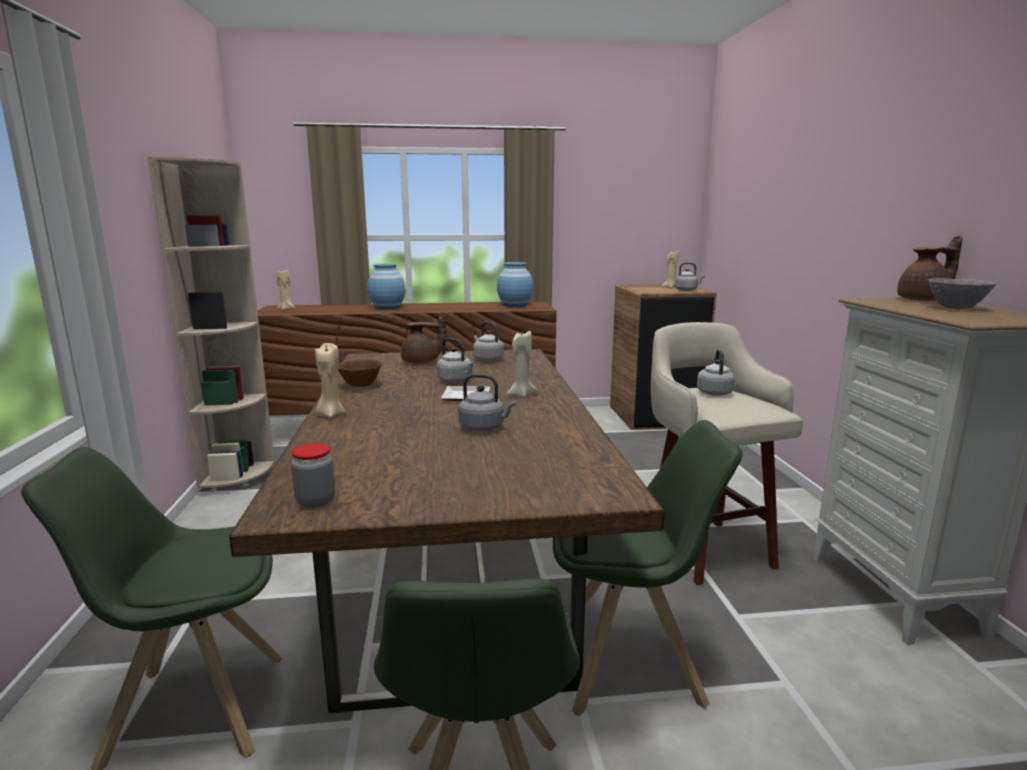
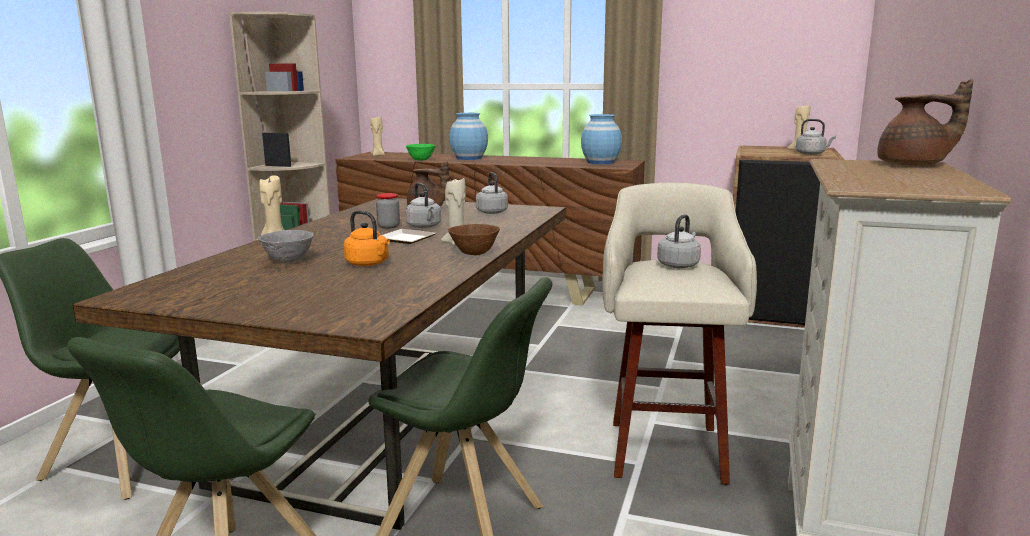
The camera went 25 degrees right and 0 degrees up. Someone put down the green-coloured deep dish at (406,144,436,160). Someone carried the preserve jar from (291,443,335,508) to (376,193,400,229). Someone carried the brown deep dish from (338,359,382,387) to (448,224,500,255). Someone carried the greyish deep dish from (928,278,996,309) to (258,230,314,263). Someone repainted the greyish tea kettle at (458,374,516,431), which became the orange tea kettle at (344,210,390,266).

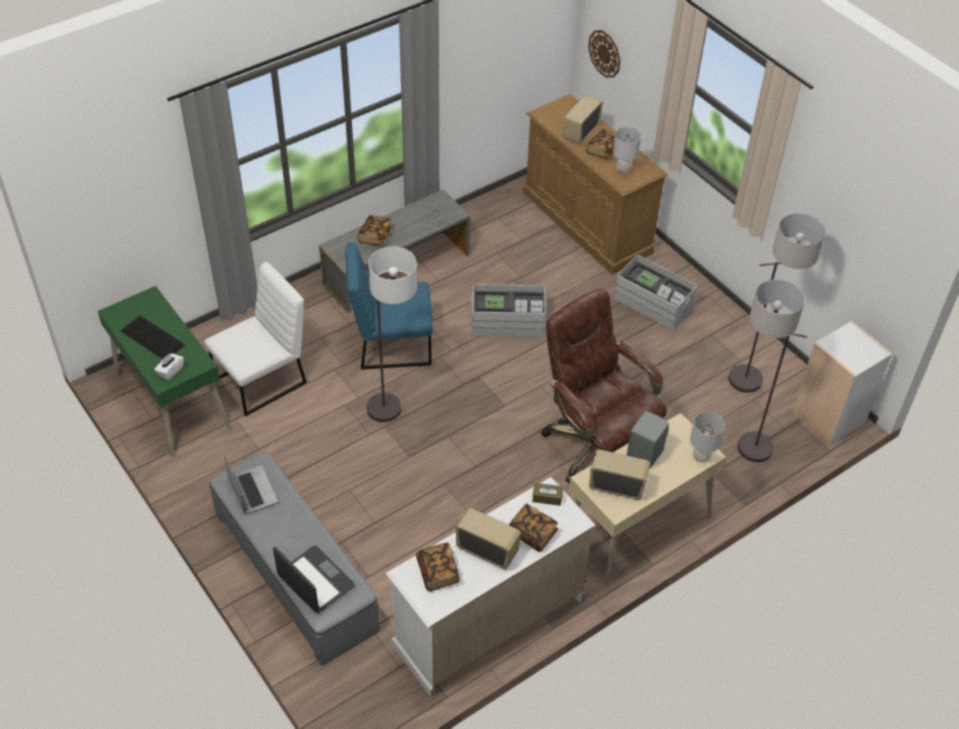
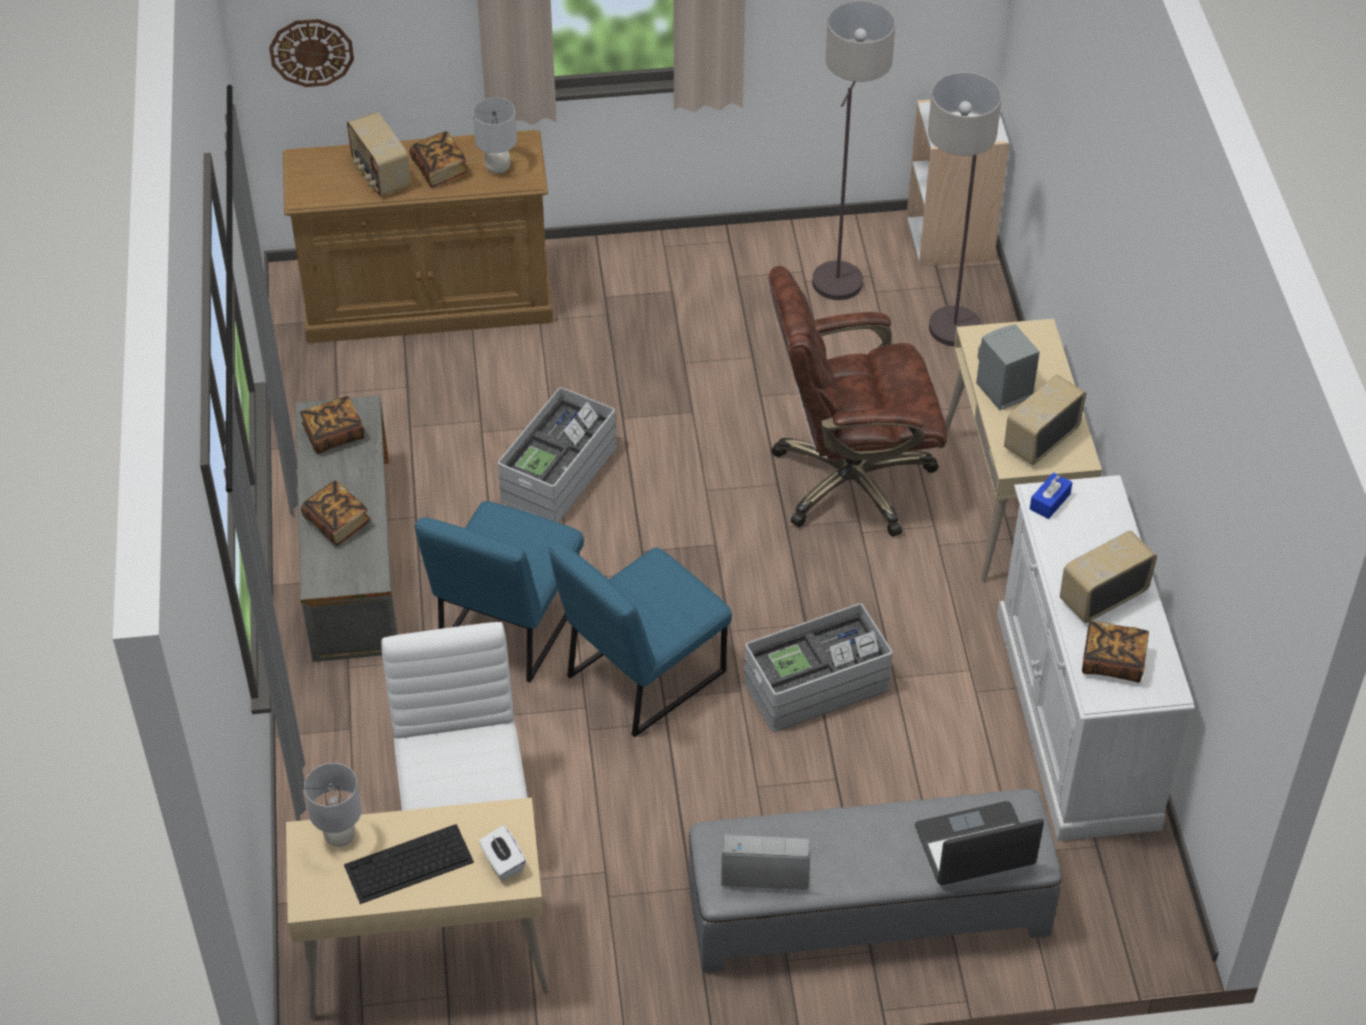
The camera went 60 degrees left and 0 degrees up. Someone carried the volume from (509,503,558,552) to (300,396,364,454). Someone carried the greyish storage container from (614,255,697,330) to (743,603,892,732). Someone carried the greyish table lamp from (690,412,725,462) to (304,763,362,847). Someone swapped the whitish standard lamp at (361,246,417,422) for the blue upright chair at (549,542,732,737). Someone repainted the green-coloured desk unit at (98,286,230,457), which became the beige desk unit at (286,798,549,1019). Someone repainted the brown box of tissues at (532,483,563,506), which became the blue box of tissues at (1030,472,1072,519).

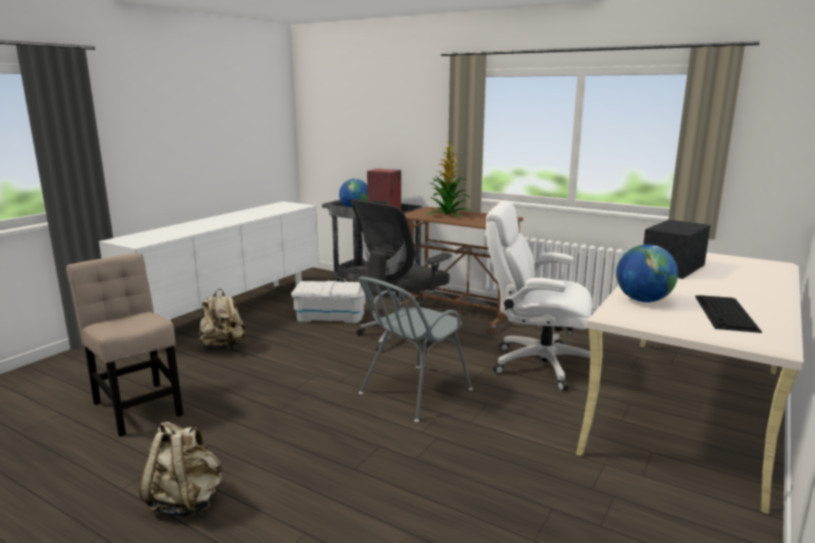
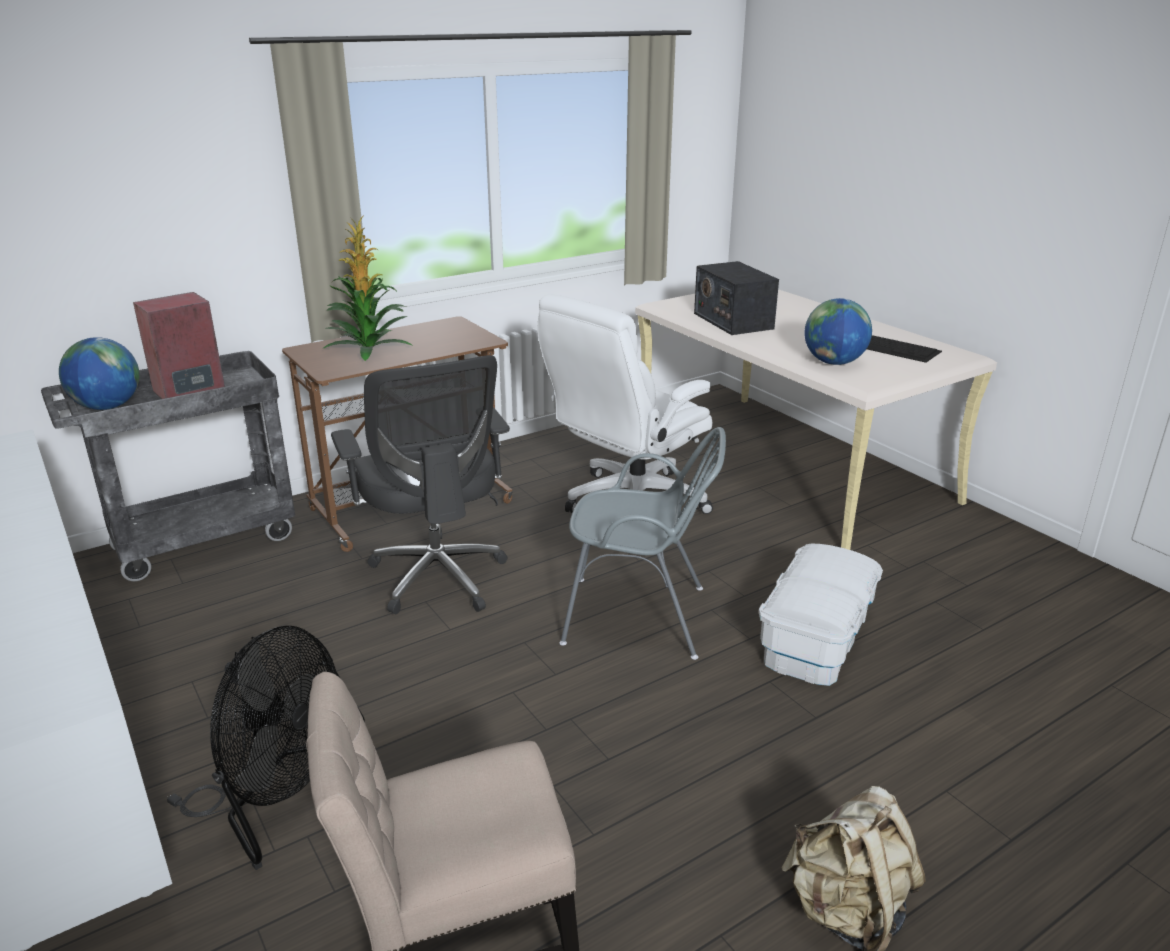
The camera went 65 degrees left and 10 degrees up. Someone carried the whitish storage container from (291,281,366,323) to (759,544,883,686). Someone swapped the beige backpack at (196,289,246,350) for the black cooling fan at (167,626,365,870). Someone rotated the greyish upright chair at (359,277,473,422) by 60 degrees counterclockwise.

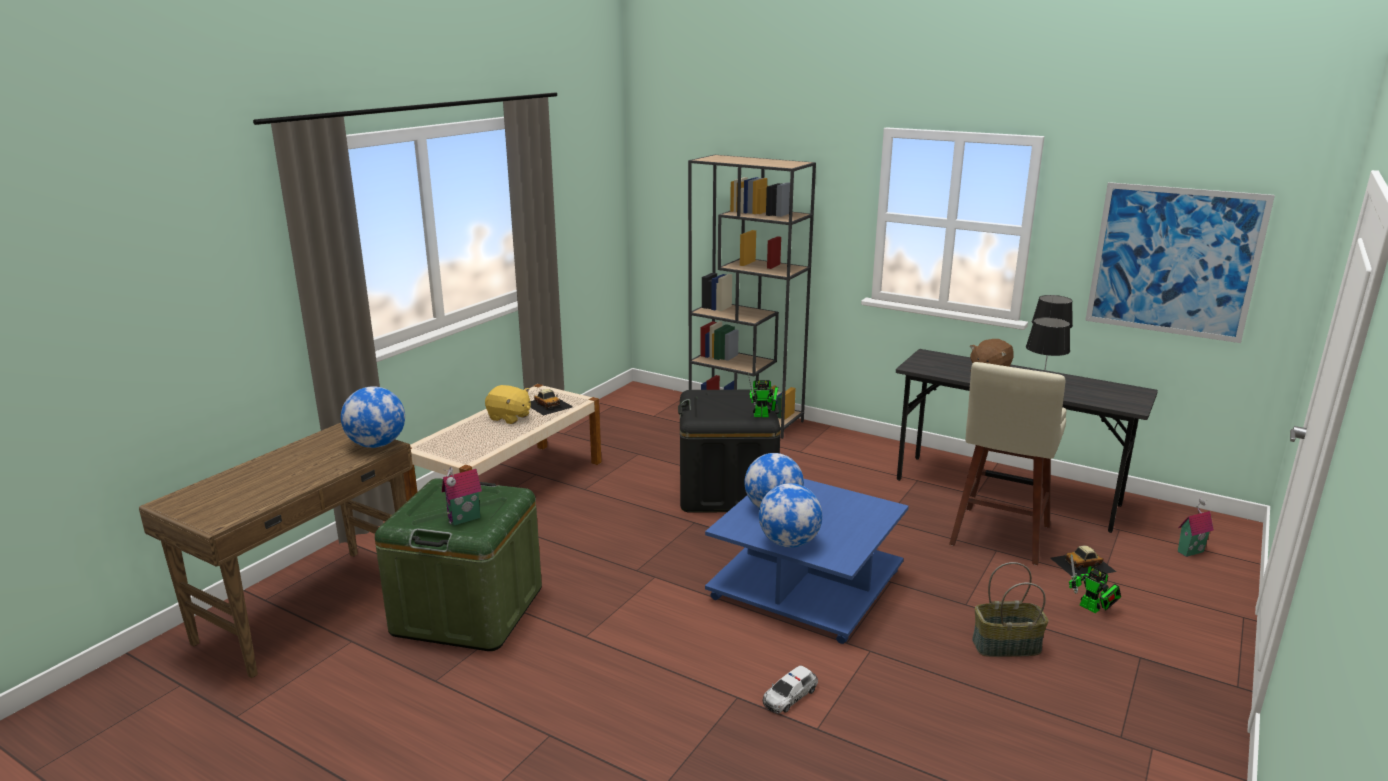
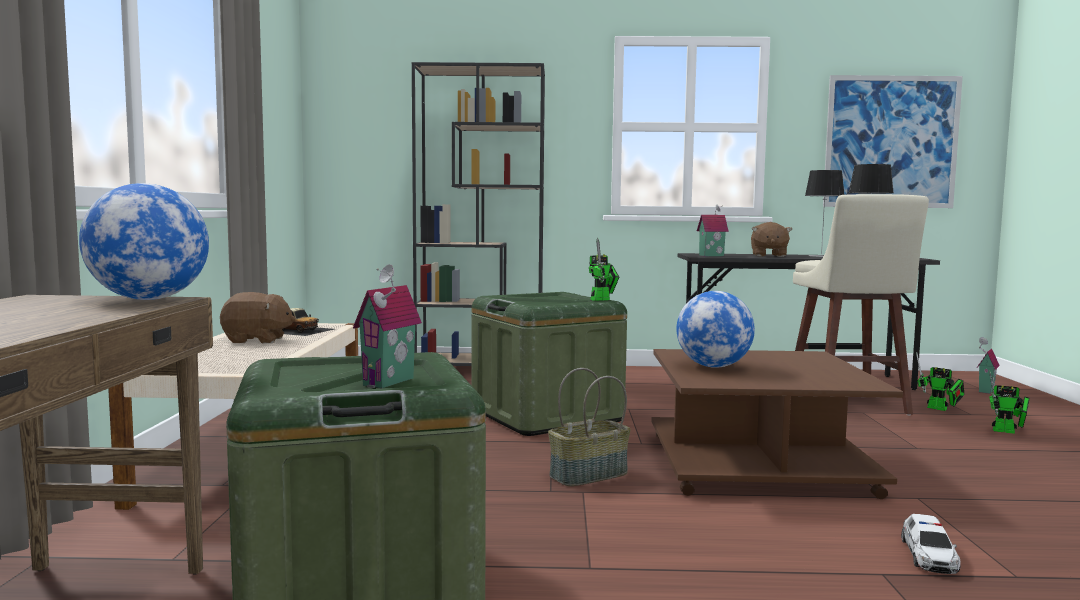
The camera went 30 degrees left and 15 degrees down. Someone took away the desk globe at (759,483,822,548). Someone put down the model house at (697,204,729,256). Someone carried the household basket from (972,562,1049,657) to (548,368,631,486). Someone swapped the model car at (1050,546,1116,577) for the toy robot at (916,352,964,411). Someone repainted the yellowish plush toy at (485,385,531,424), which became the brown plush toy at (220,292,296,343). Someone repainted the black storage container at (678,390,781,513), which became the green-coloured storage container at (472,292,627,436). Someone repainted the blue lounge table at (705,479,909,644), which became the brown lounge table at (651,349,903,499).

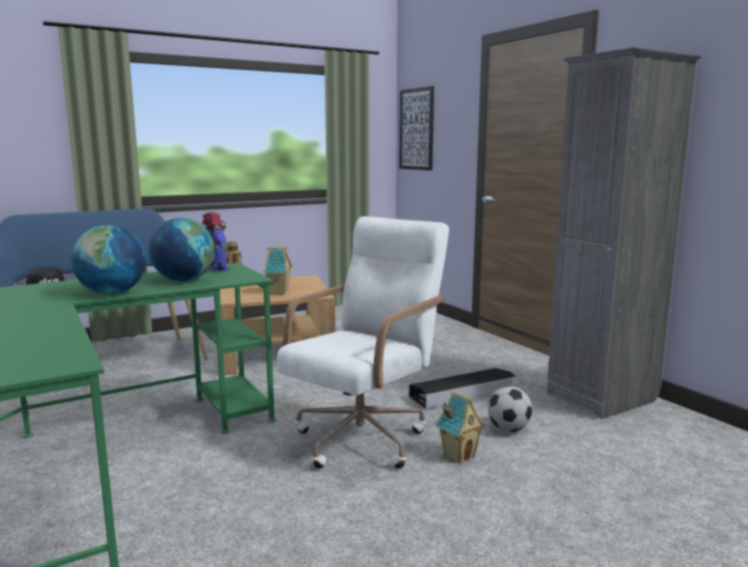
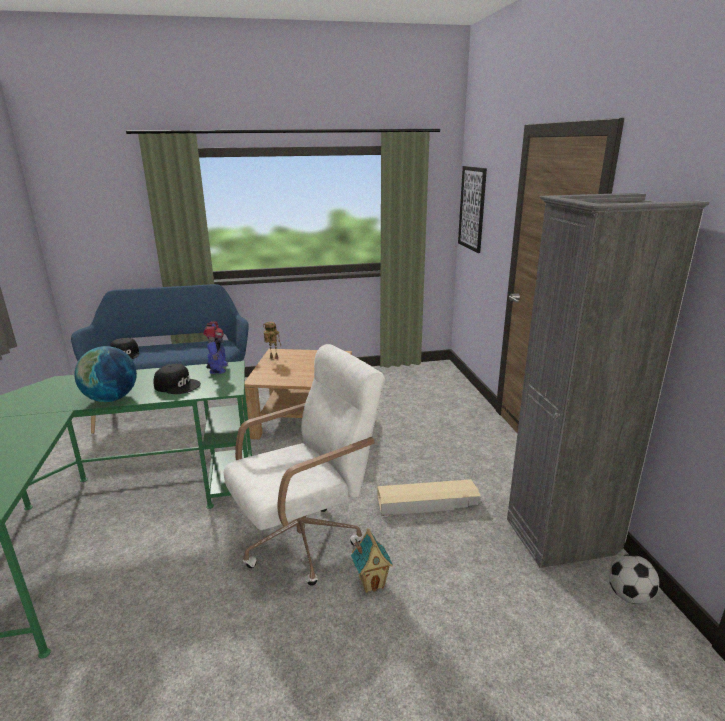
The camera went 20 degrees right and 10 degrees up. Someone took away the model house at (263,246,292,294). Someone carried the ball for football from (488,386,532,432) to (608,554,659,604). Someone swapped the desk globe at (149,218,215,281) for the black baseball cap at (153,364,201,394). Someone repainted the black storage container at (409,368,515,409), which became the beige storage container at (377,479,480,516).

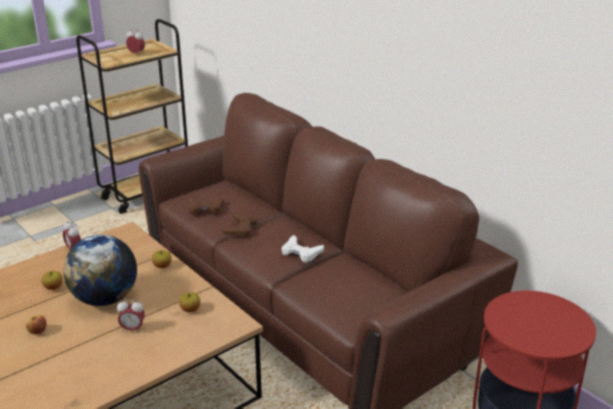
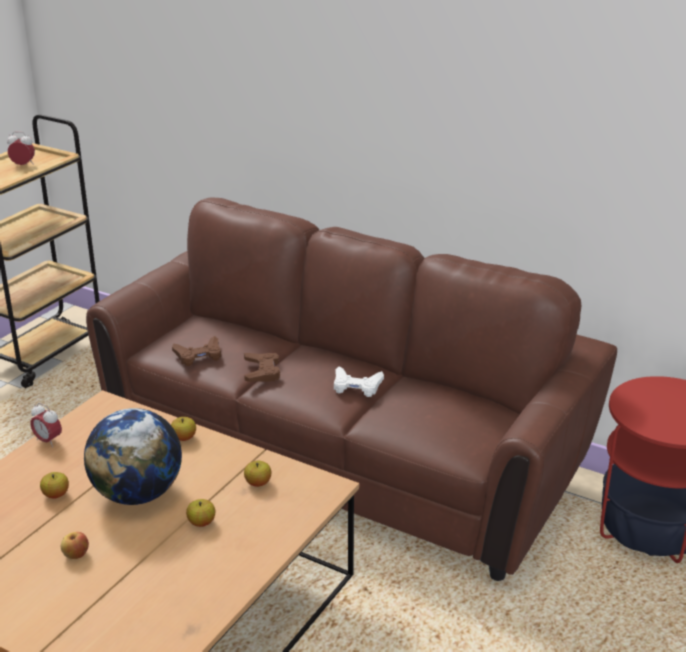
The camera went 20 degrees left and 0 degrees up. Someone swapped the table clock at (117,299,145,332) for the apple at (186,499,215,527).

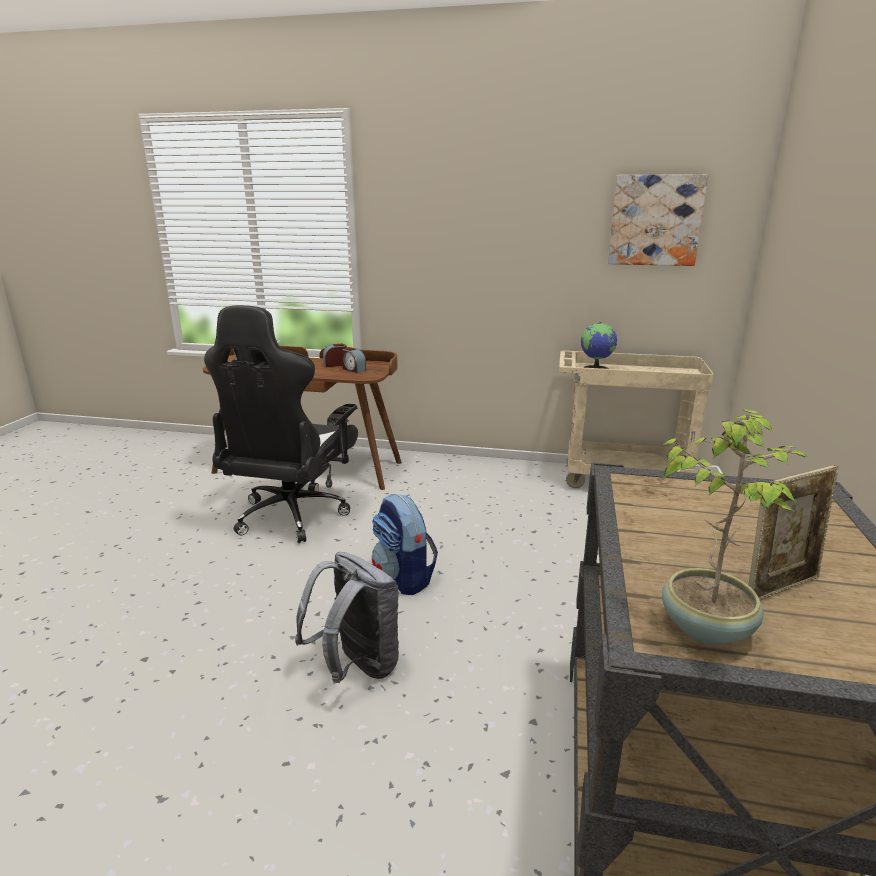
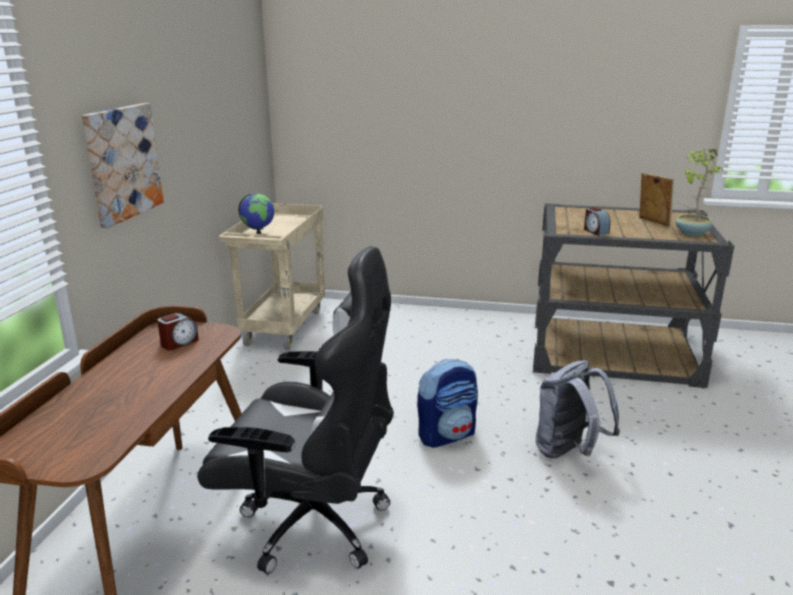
The camera went 90 degrees left and 0 degrees up. Someone carried the table clock from (323,343,347,367) to (584,207,611,236). Someone carried the picture from (608,174,708,266) to (82,103,164,228).

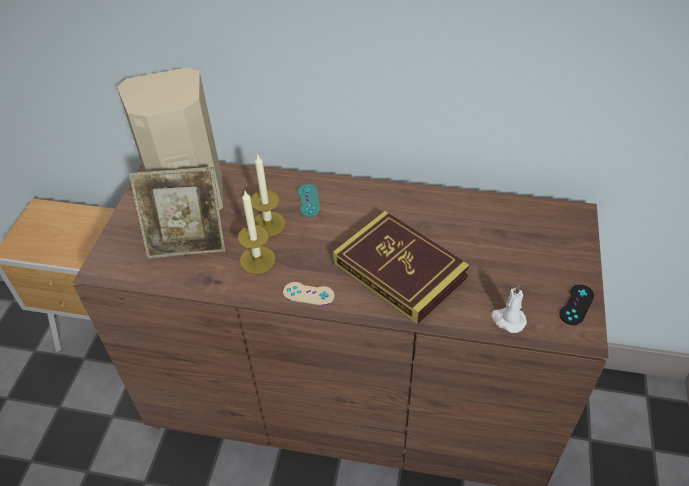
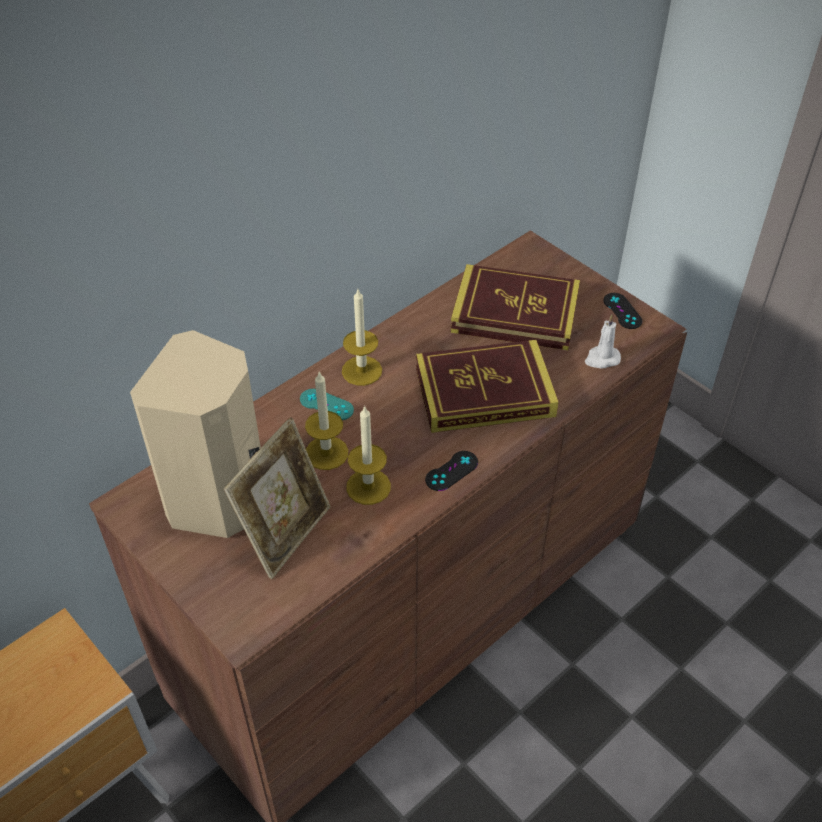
The camera went 55 degrees left and 0 degrees up. Someone put down the candle at (342,289,382,386). Someone put down the volume at (451,264,580,350). Someone repainted the beige gamepad at (283,282,335,305), which became the black gamepad at (425,451,478,491).

